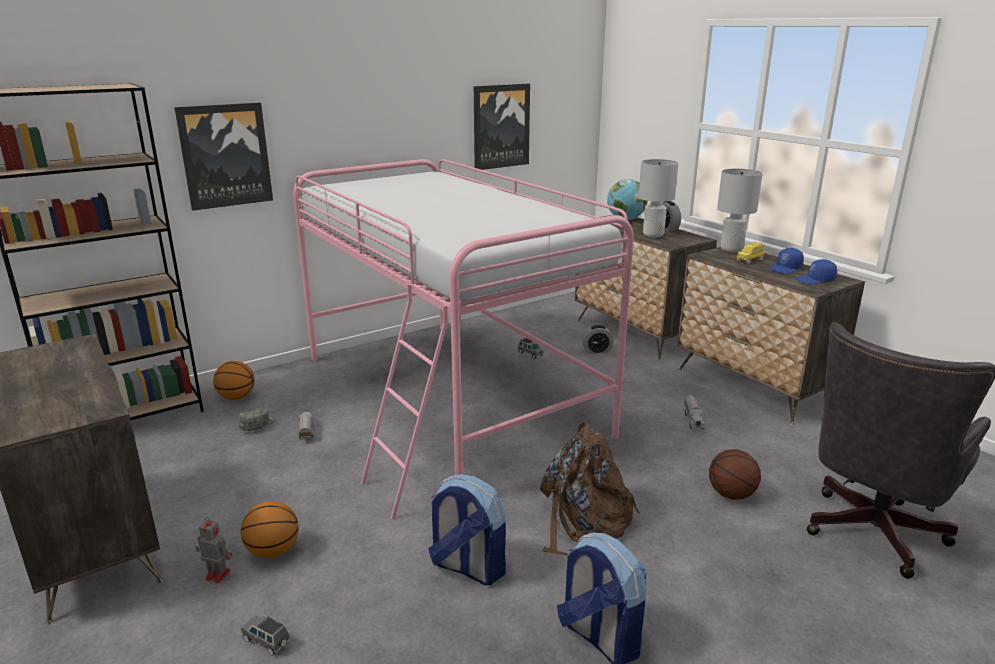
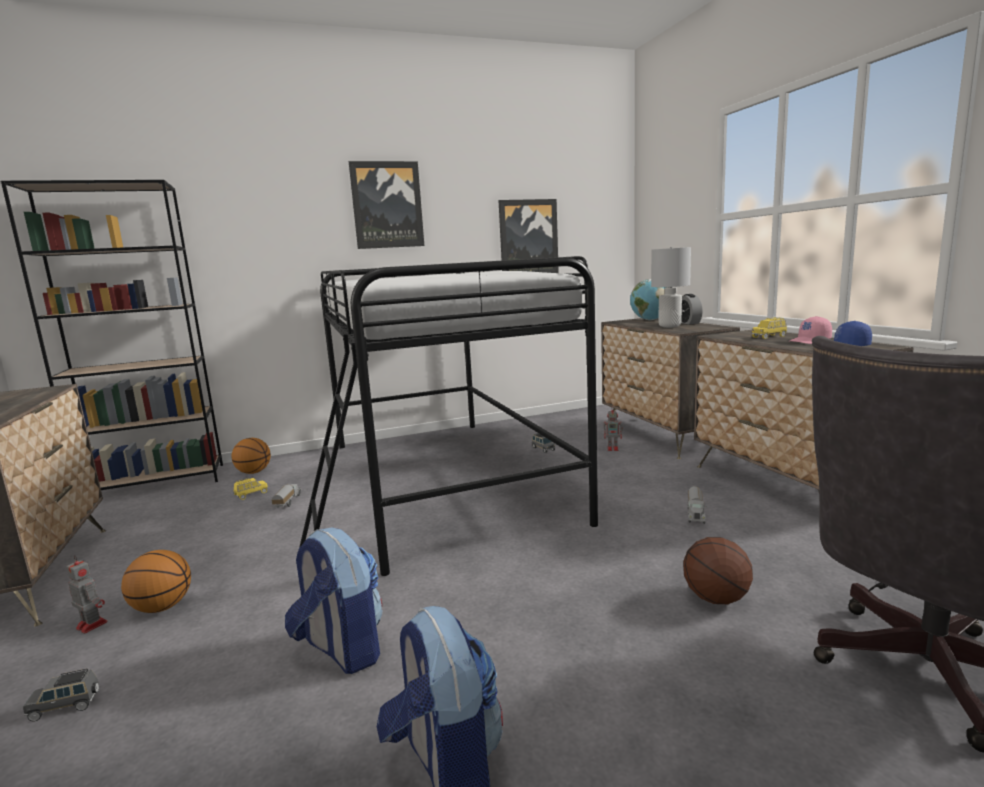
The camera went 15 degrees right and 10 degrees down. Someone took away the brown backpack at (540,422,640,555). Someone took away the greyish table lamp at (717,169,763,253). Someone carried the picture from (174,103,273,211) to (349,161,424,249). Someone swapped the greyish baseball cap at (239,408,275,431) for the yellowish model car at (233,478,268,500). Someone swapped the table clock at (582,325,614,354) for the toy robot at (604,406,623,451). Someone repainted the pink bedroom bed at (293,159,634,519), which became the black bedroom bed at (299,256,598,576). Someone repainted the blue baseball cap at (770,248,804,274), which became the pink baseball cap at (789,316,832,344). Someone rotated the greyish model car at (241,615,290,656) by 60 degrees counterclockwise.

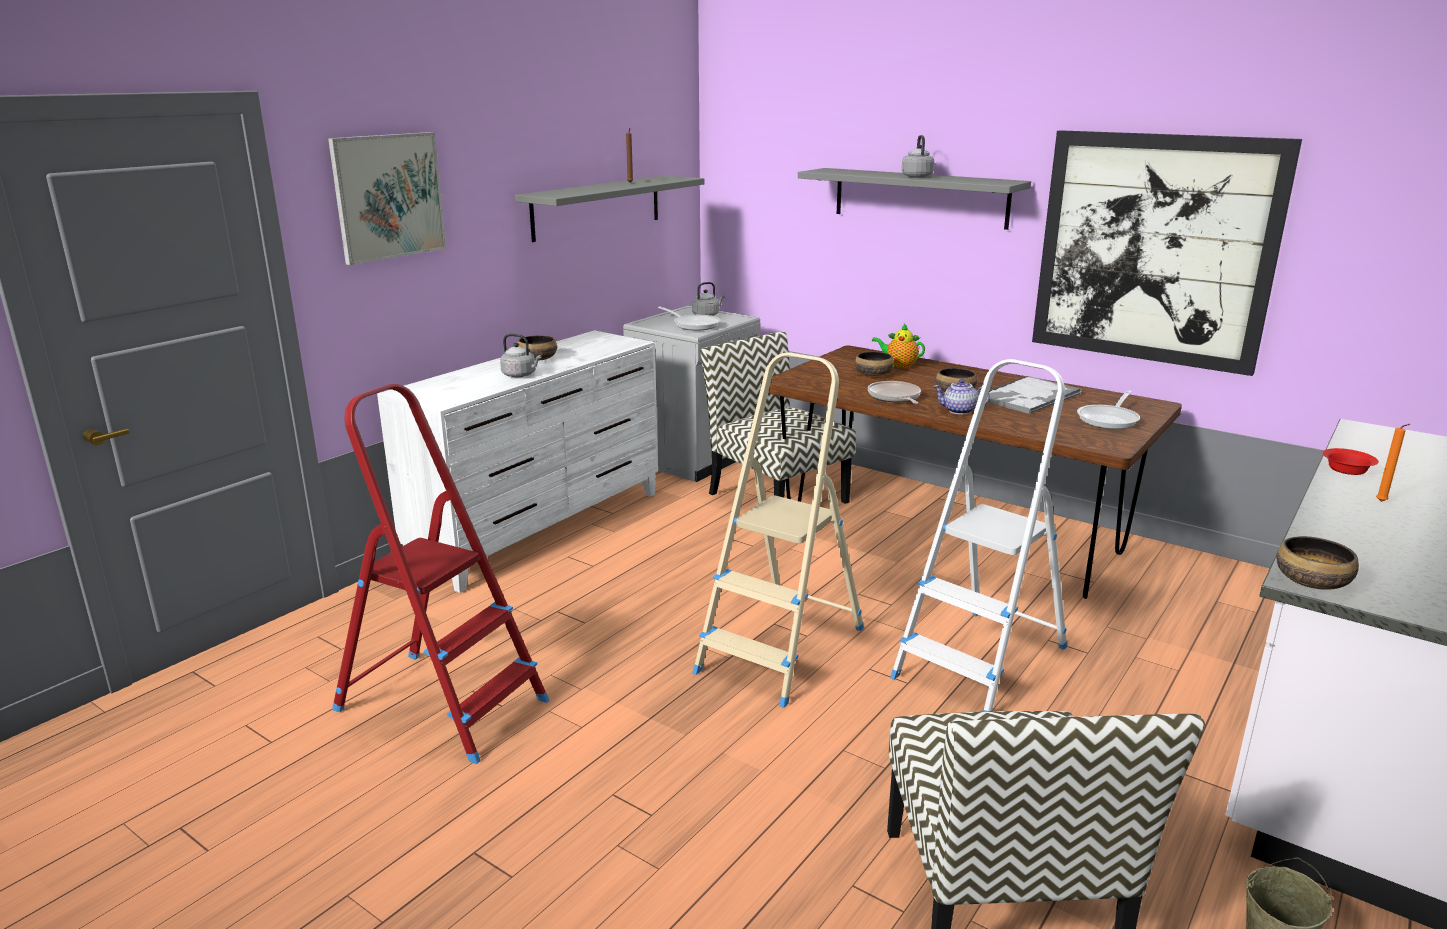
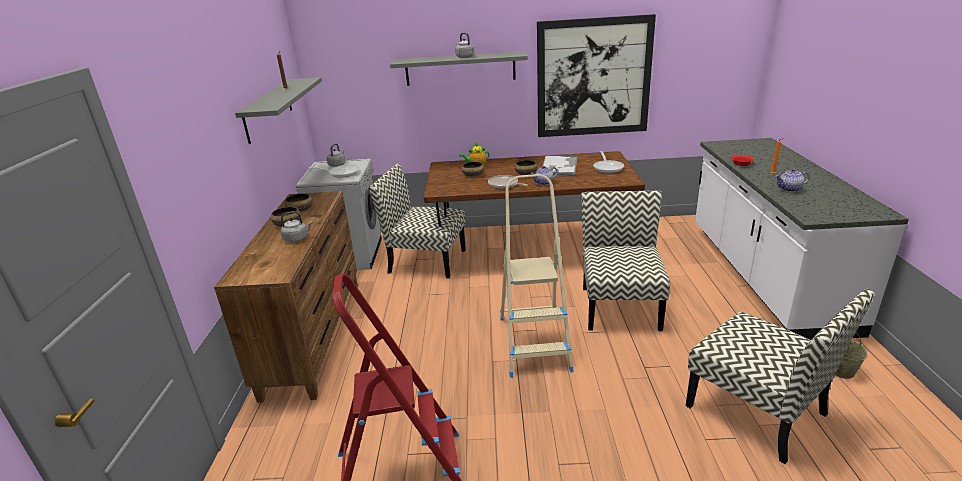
The camera went 35 degrees left and 5 degrees up. Someone took away the picture at (328,132,447,265). Someone put down the tea pot at (776,169,810,192). Someone carried the deep dish from (1277,536,1359,590) to (285,193,313,212). Someone swapped the whitish step ladder at (890,359,1067,712) for the upright chair at (581,191,670,331). Someone repainted the whitish dresser at (377,330,658,593), which became the brown dresser at (214,191,357,403).

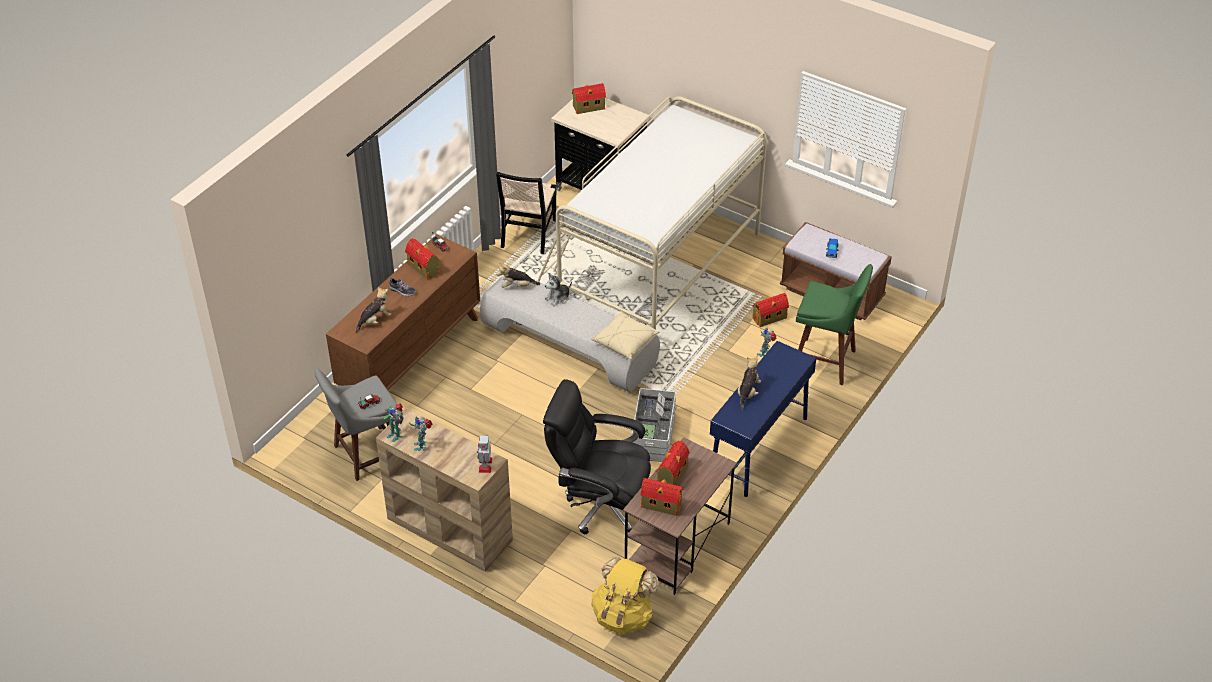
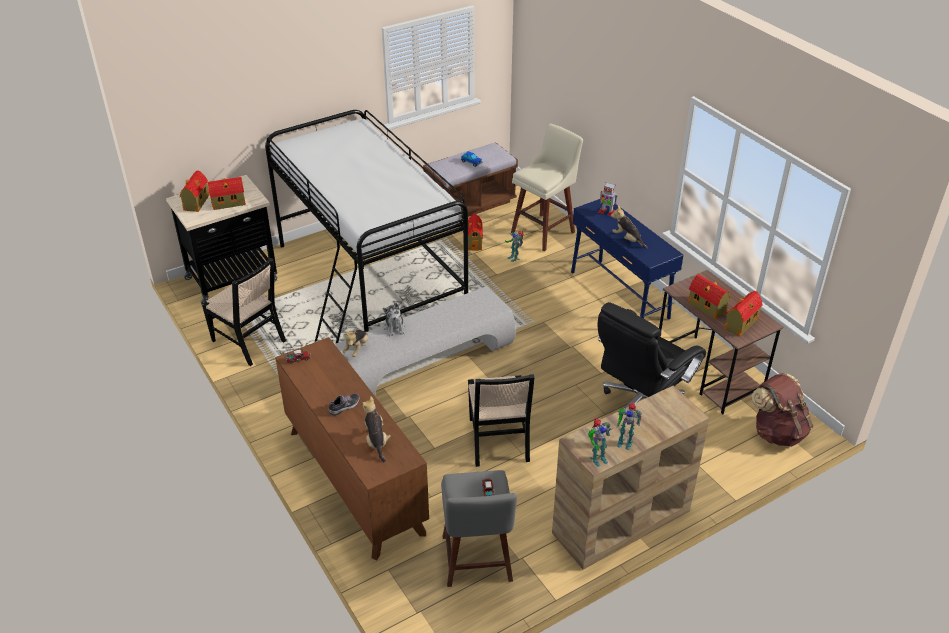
The camera went 65 degrees left and 5 degrees down. Someone took away the beige throw pillow at (591,311,659,360). Someone took away the greyish storage container at (631,388,676,462). Someone put down the upright chair at (468,374,534,467). Someone carried the model house from (405,238,440,280) to (207,177,246,210). Someone carried the toy robot from (477,434,492,473) to (598,183,617,216). Someone repainted the beige bedroom bed at (537,96,767,330), which became the black bedroom bed at (265,110,468,343). Someone repainted the yellowish backpack at (591,557,659,634), which became the brown backpack at (751,373,813,447). Someone repainted the green-coloured sitting stool at (796,264,873,385), which became the beige sitting stool at (511,124,583,251).

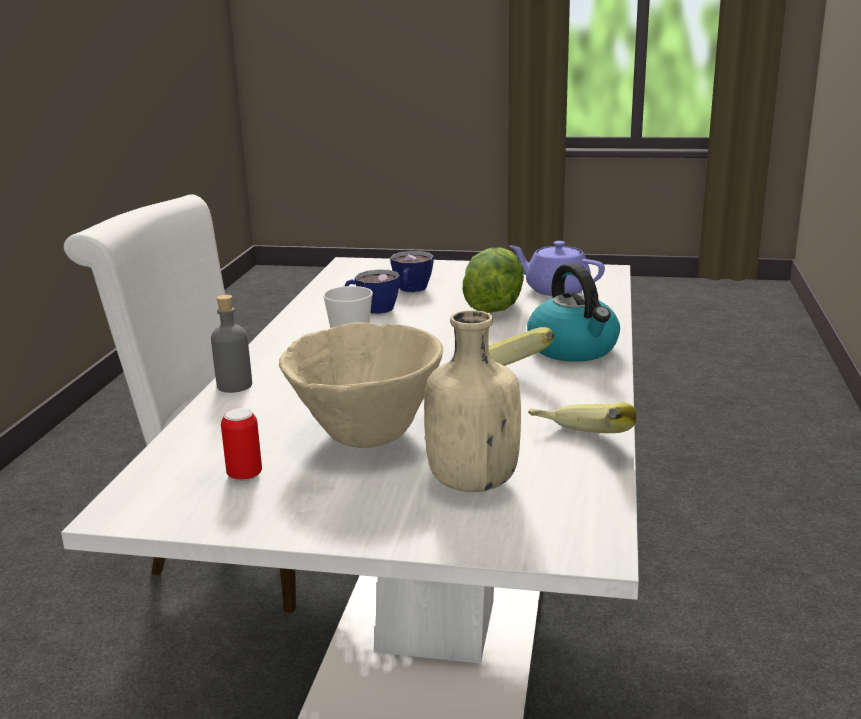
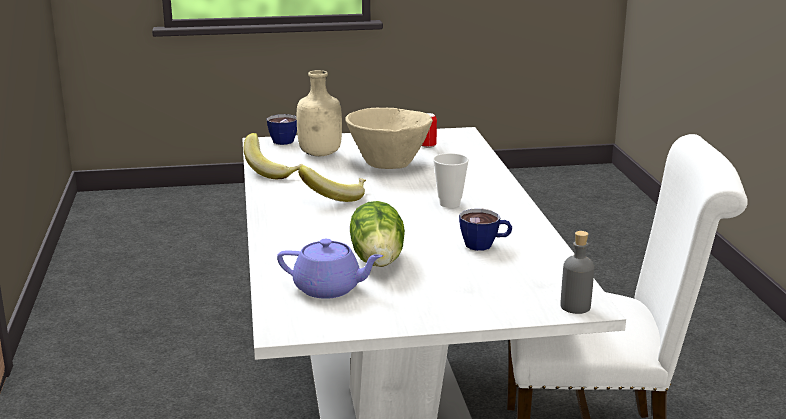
The camera went 160 degrees right and 0 degrees up. Someone took away the tea kettle at (527,263,620,362). Someone carried the greyish beverage bottle from (211,295,252,393) to (560,231,594,314). Someone carried the drinking cup from (390,251,434,292) to (267,114,297,145).

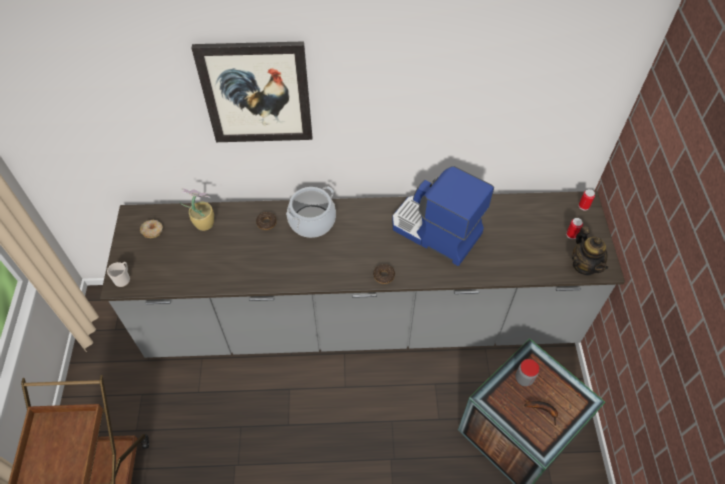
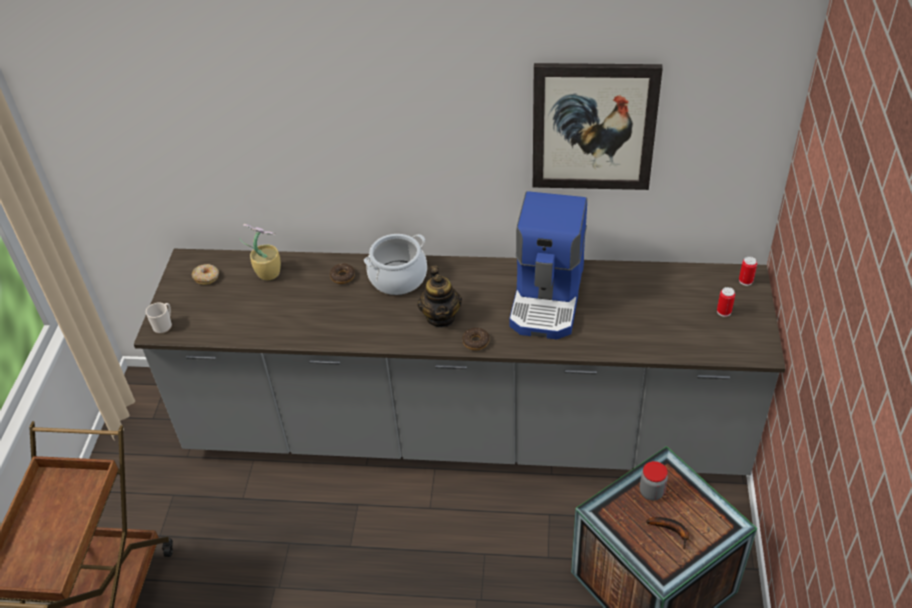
The camera went 10 degrees right and 10 degrees down. Someone carried the picture from (191,41,312,142) to (533,63,663,190). Someone carried the tea pot from (572,226,608,276) to (417,265,462,328). Someone rotated the coffee machine at (392,166,494,266) by 120 degrees counterclockwise.

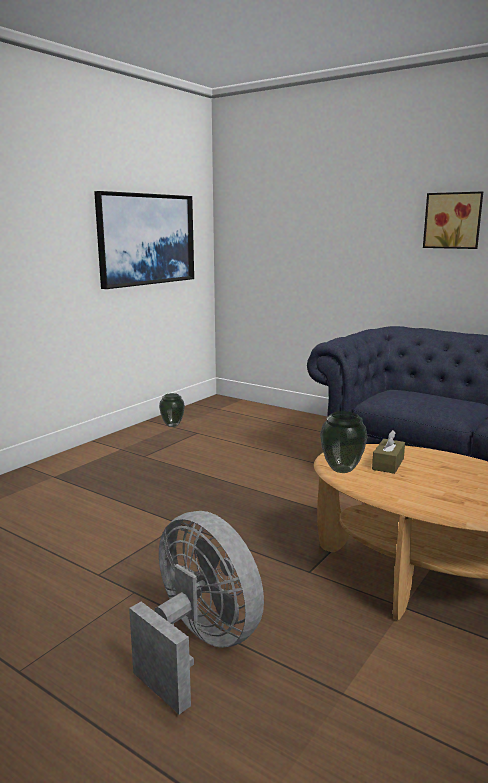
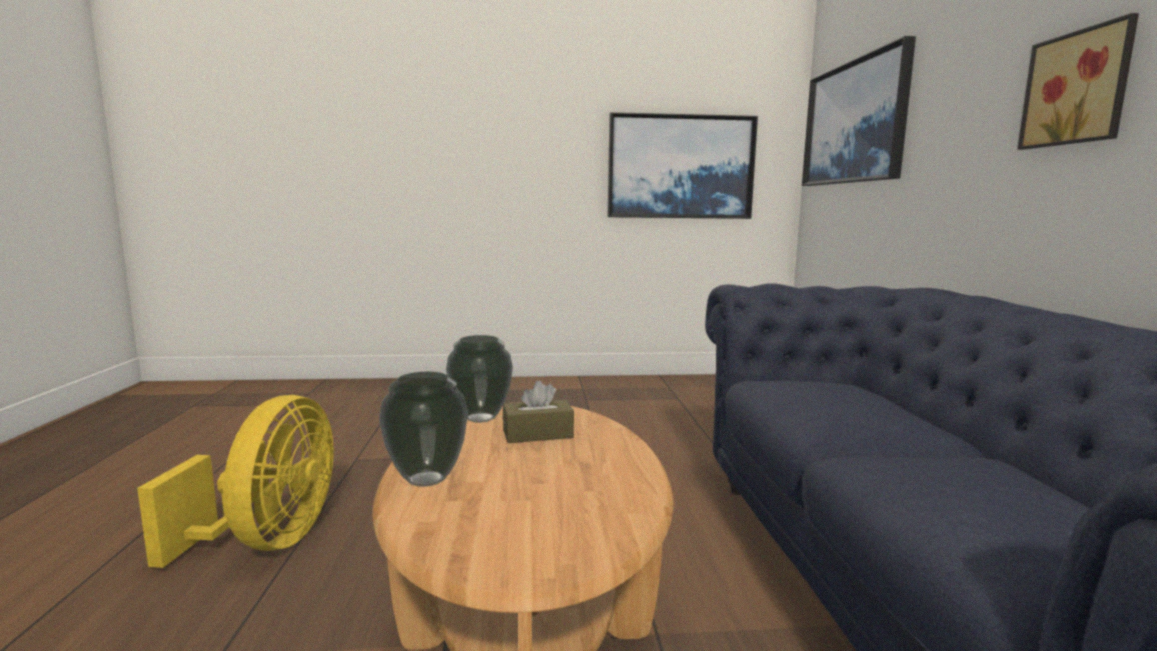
The camera went 50 degrees right and 5 degrees down. Someone put up the picture at (802,36,916,186). Someone carried the vase from (159,393,185,427) to (379,372,468,487). Someone repainted the greyish cooling fan at (129,511,264,714), which became the yellowish cooling fan at (137,395,334,568).

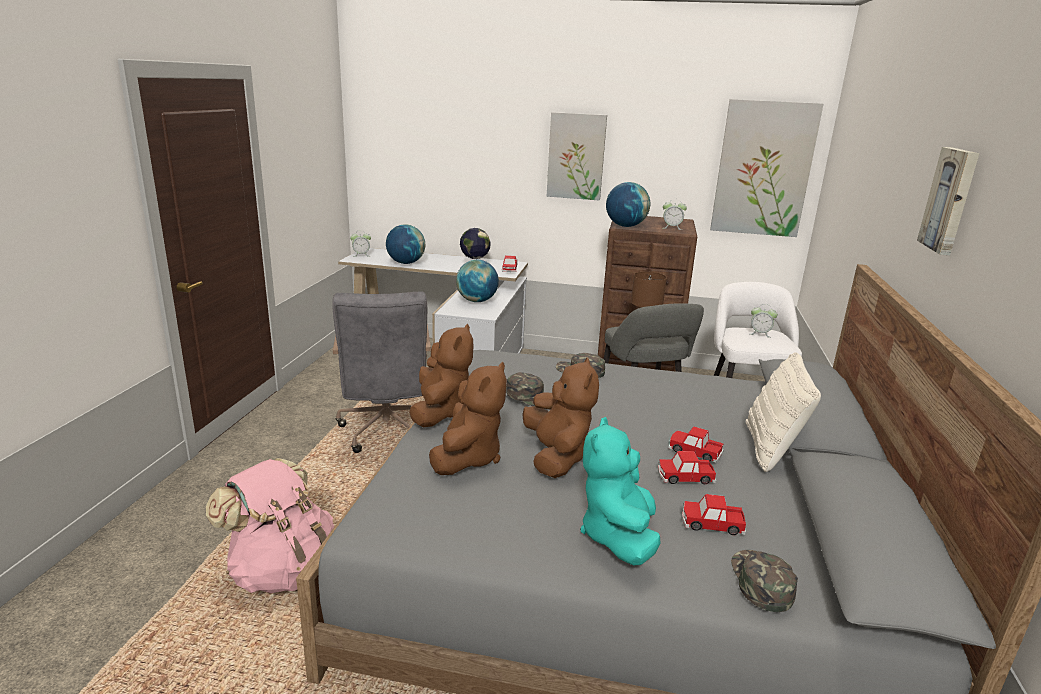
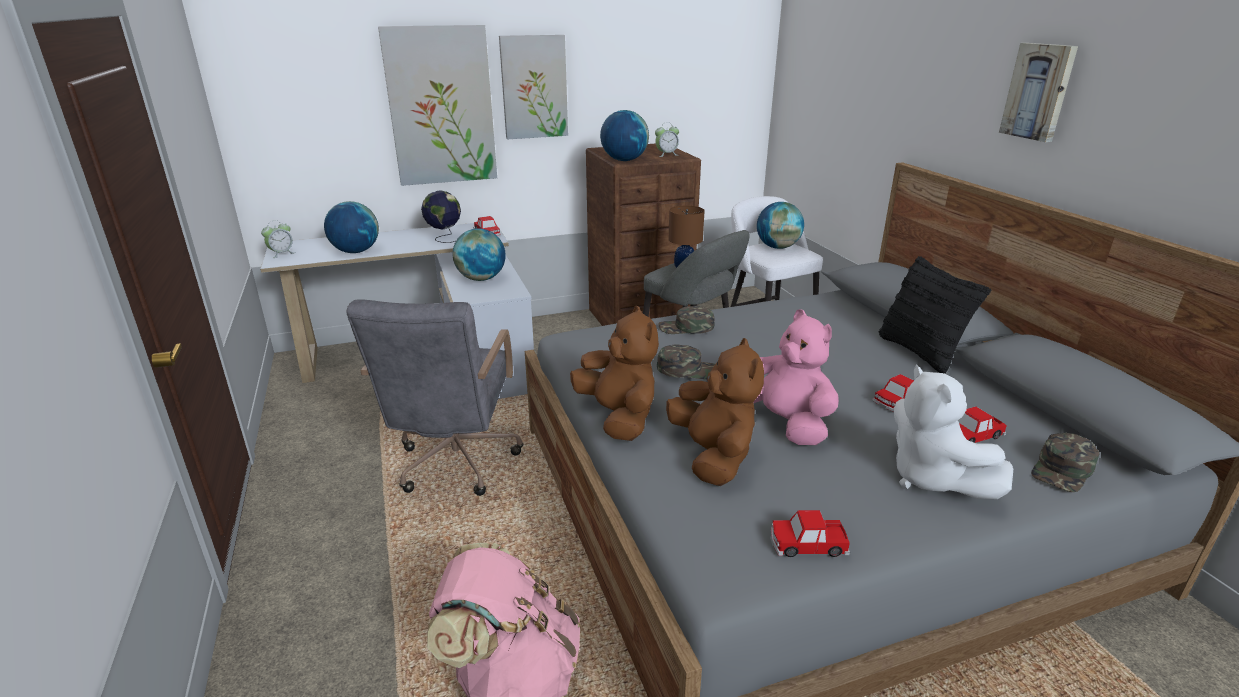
The camera went 30 degrees left and 5 degrees up. Someone carried the model car from (668,427,724,463) to (771,510,850,557). Someone carried the picture from (710,99,823,237) to (378,25,497,186). Someone swapped the table clock at (750,304,778,338) for the desk globe at (757,202,804,249). Someone repainted the brown plush toy at (522,357,599,478), which became the pink plush toy at (754,309,839,445). Someone repainted the turquoise plush toy at (580,417,661,565), which became the whitish plush toy at (894,365,1013,499). Someone repainted the beige throw pillow at (746,352,821,472), which became the black throw pillow at (879,256,992,374). Someone rotated the greyish office chair at (332,292,431,453) by 45 degrees clockwise. Someone rotated the green-coloured baseball cap at (731,550,798,612) by 105 degrees counterclockwise.

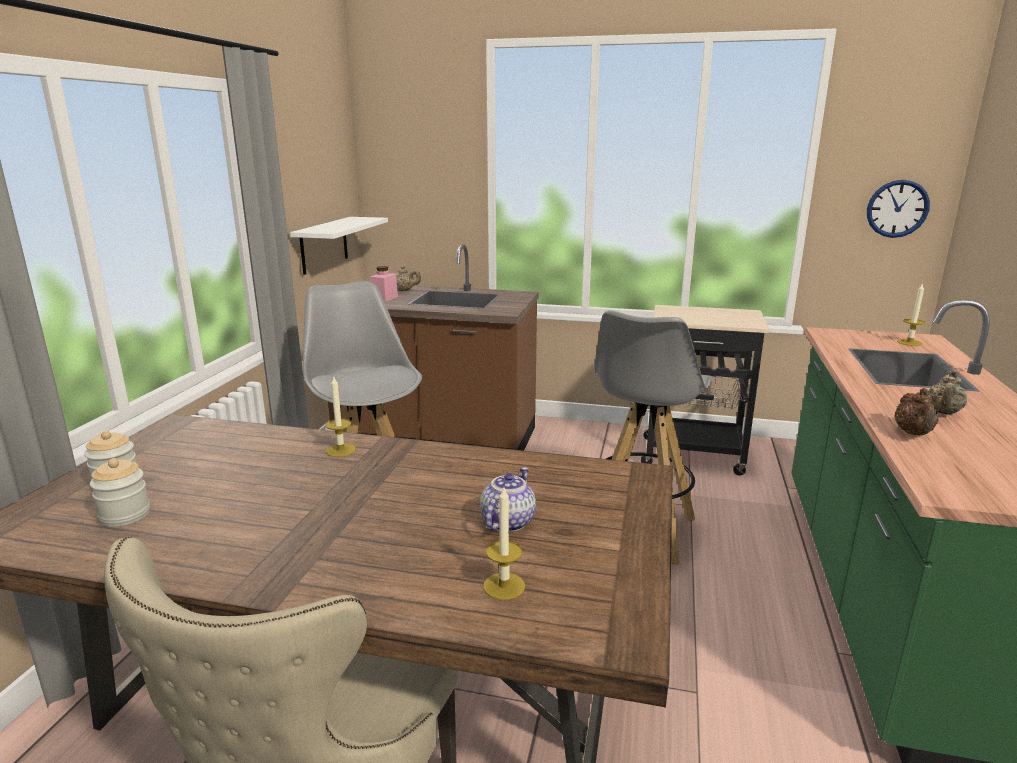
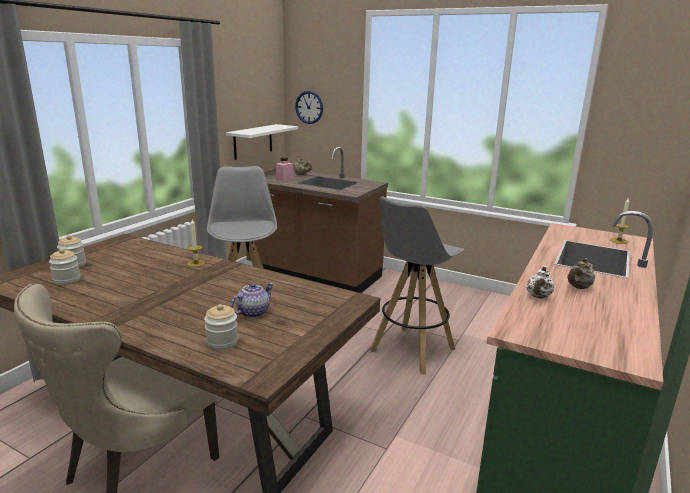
The camera went 15 degrees right and 0 degrees up. Someone took away the trolley at (641,305,769,476). Someone carried the clock on the wall from (867,180,930,238) to (295,91,323,124). Someone swapped the candle at (483,488,525,600) for the preserve jar at (204,304,238,350). Someone repainted the brown tea pot at (895,388,939,436), which became the whitish tea pot at (526,266,554,299).

